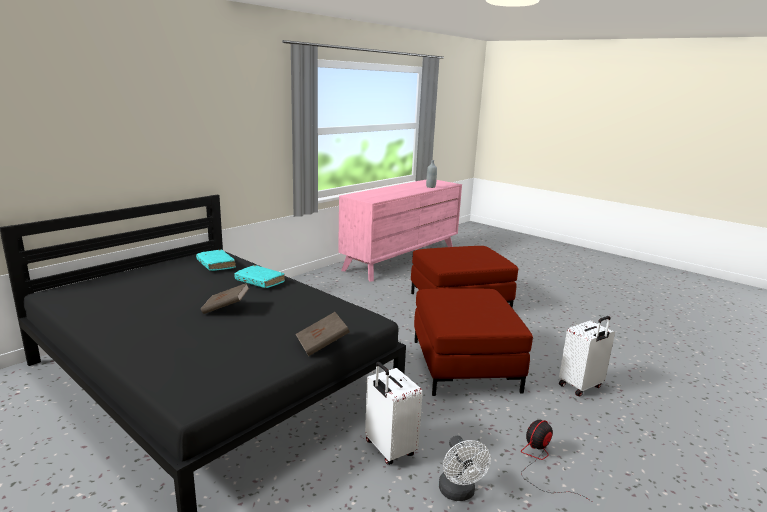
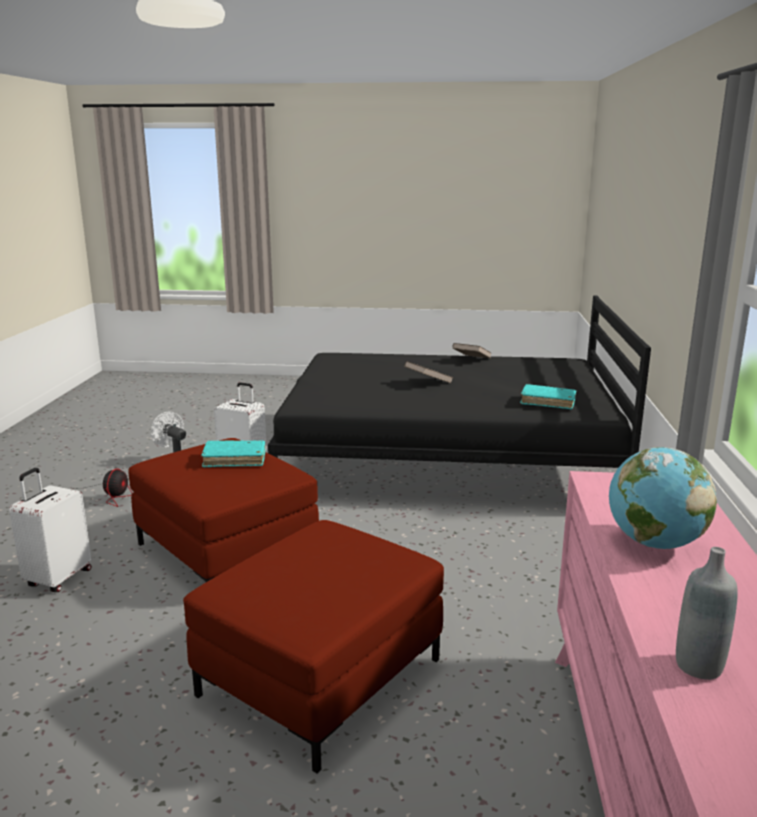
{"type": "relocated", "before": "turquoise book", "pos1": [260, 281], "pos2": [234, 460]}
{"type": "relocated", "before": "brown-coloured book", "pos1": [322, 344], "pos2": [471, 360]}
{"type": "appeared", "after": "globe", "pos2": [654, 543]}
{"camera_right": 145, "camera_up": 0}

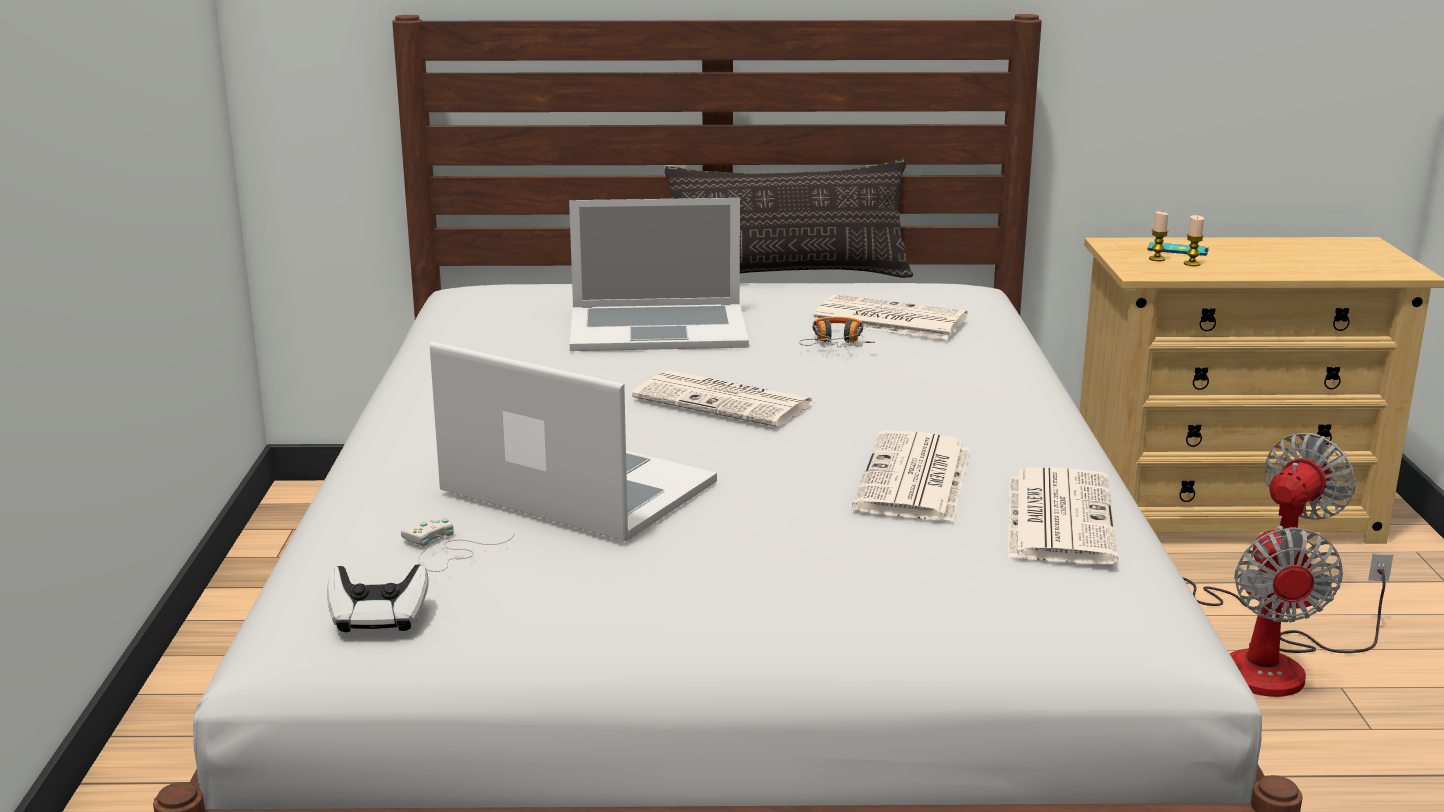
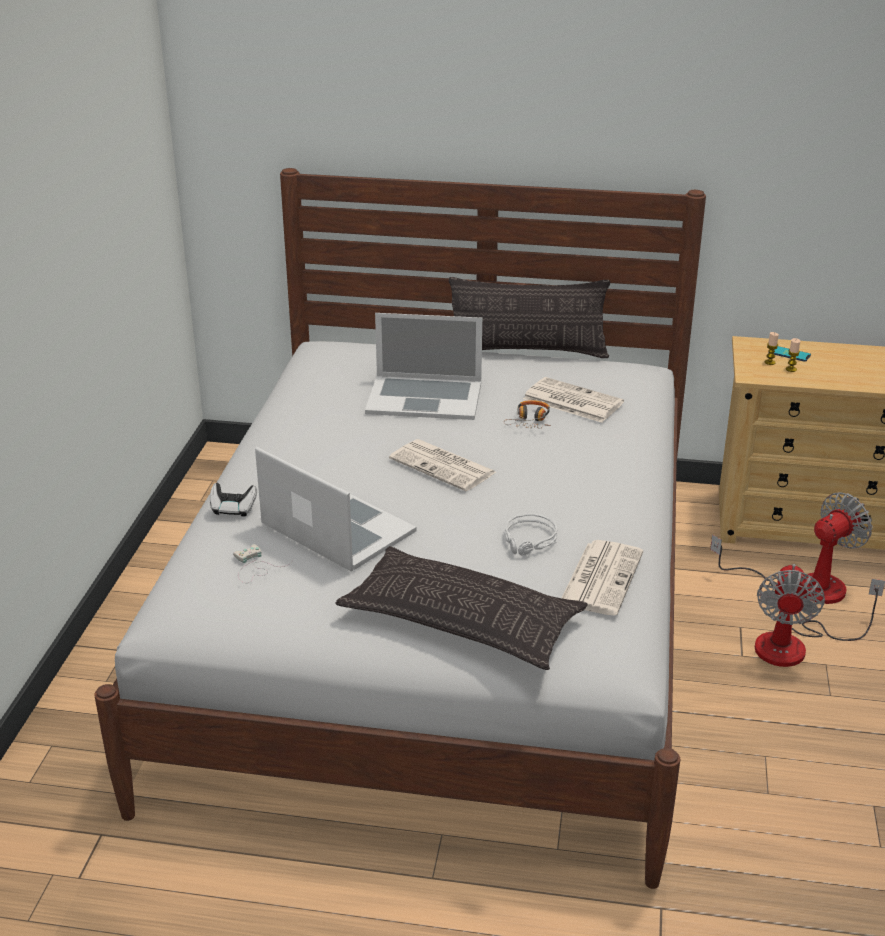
{"type": "relocated", "before": "gamepad", "pos1": [379, 619], "pos2": [233, 509]}
{"type": "exchanged", "before": "daily paper", "after": "greyish headset", "pos1": [915, 480], "pos2": [530, 541]}
{"type": "appeared", "after": "cushion", "pos2": [462, 620]}
{"camera_right": 10, "camera_up": 10}

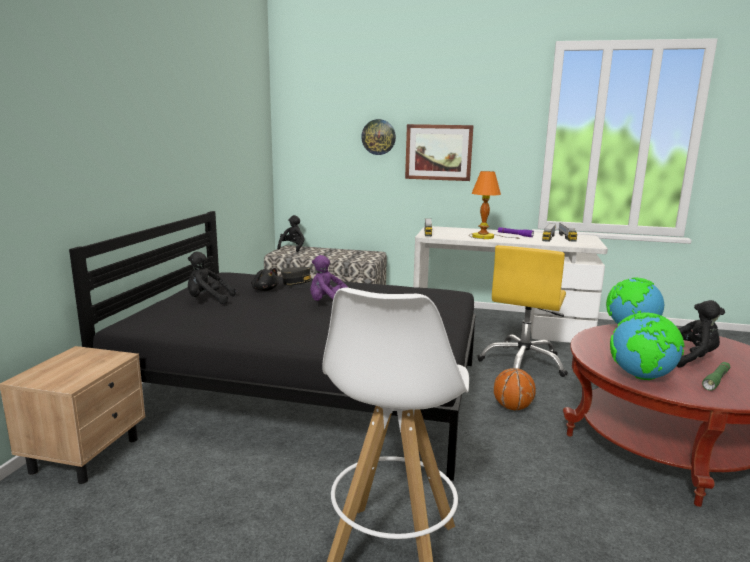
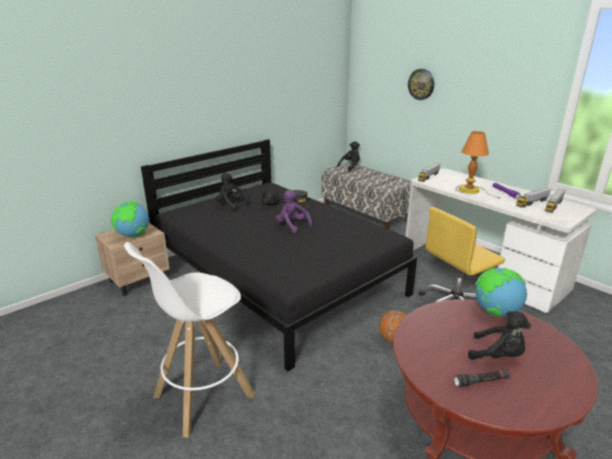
{"type": "missing", "before": "wall picture", "pos1": [438, 152]}
{"type": "relocated", "before": "globe", "pos1": [641, 377], "pos2": [133, 236]}
{"type": "colour", "before": "greenish hand torch", "after": "black hand torch", "pos1": [716, 380], "pos2": [481, 381]}
{"camera_right": 35, "camera_up": 10}

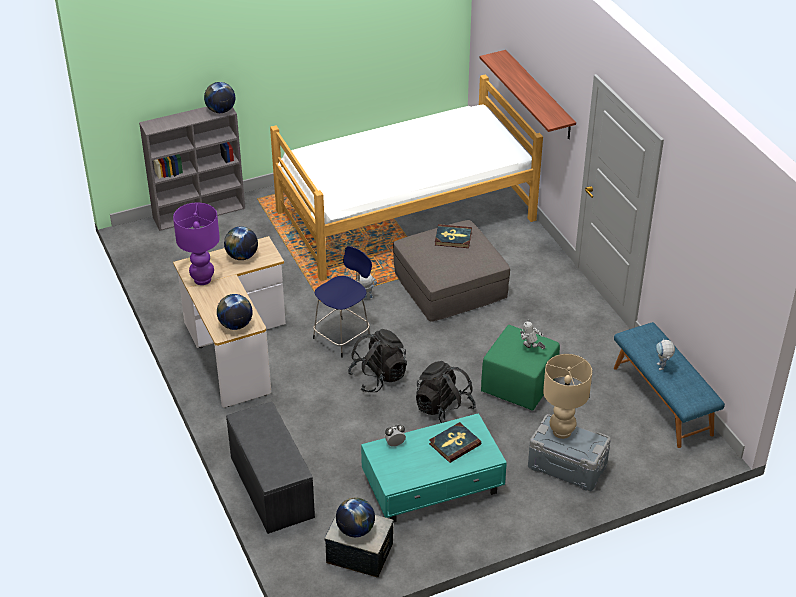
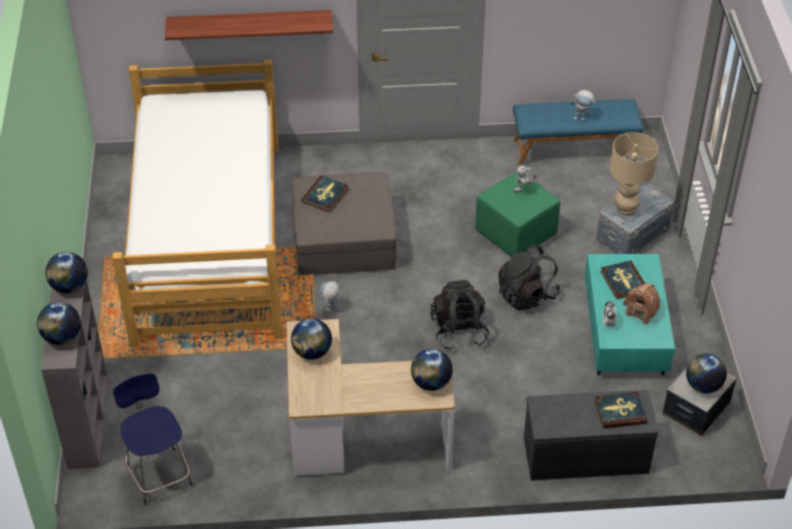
{"type": "missing", "before": "purplish lamp for a table", "pos1": [202, 279]}
{"type": "relocated", "before": "bluish stool", "pos1": [343, 336], "pos2": [159, 474]}
{"type": "appeared", "after": "globe", "pos2": [62, 337]}
{"type": "appeared", "after": "book", "pos2": [620, 411]}
{"type": "appeared", "after": "model house", "pos2": [641, 312]}
{"camera_right": -70, "camera_up": 5}

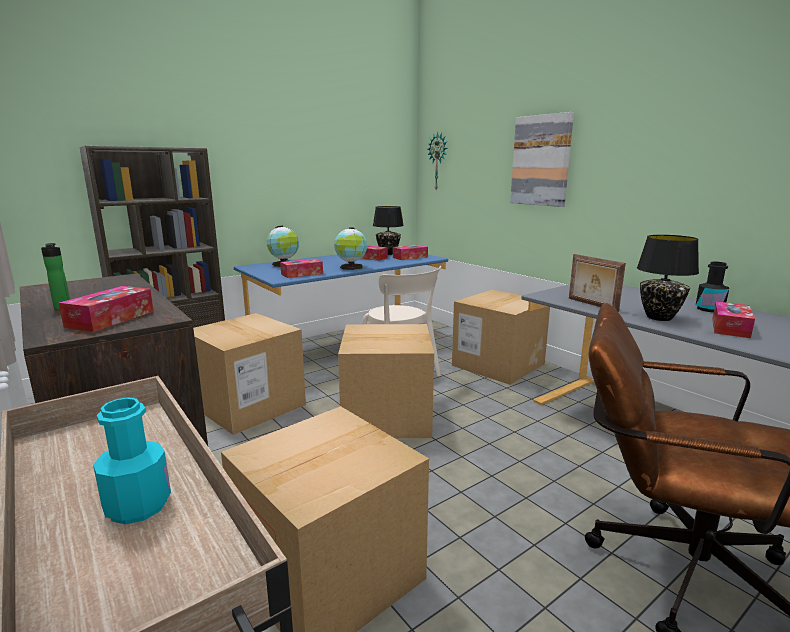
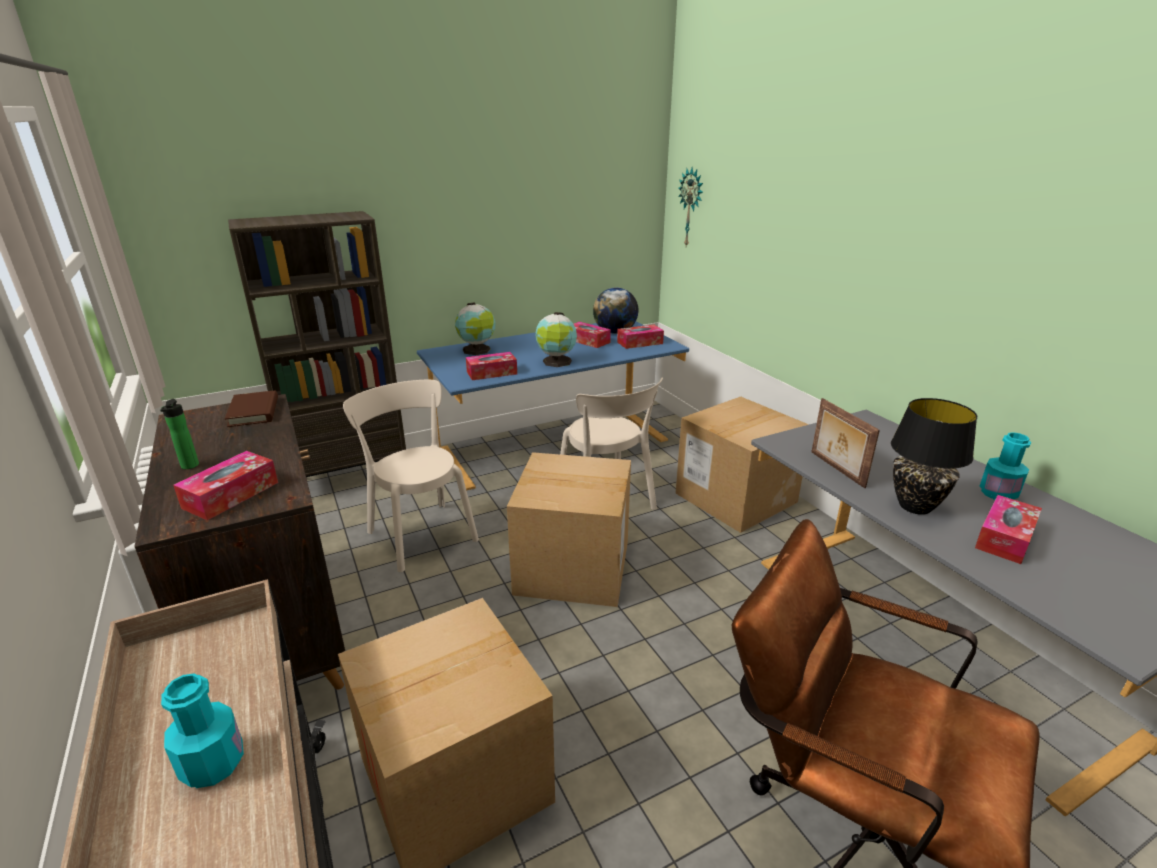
{"type": "exchanged", "before": "cardboard box", "after": "sand-coloured chair", "pos1": [249, 405], "pos2": [420, 533]}
{"type": "exchanged", "before": "black lamp for a table", "after": "globe", "pos1": [388, 253], "pos2": [615, 332]}
{"type": "missing", "before": "wall picture", "pos1": [541, 161]}
{"type": "colour", "before": "black drink bottle", "after": "turquoise drink bottle", "pos1": [709, 309], "pos2": [998, 493]}
{"type": "appeared", "after": "brown-coloured book", "pos2": [254, 412]}
{"camera_right": 10, "camera_up": 10}

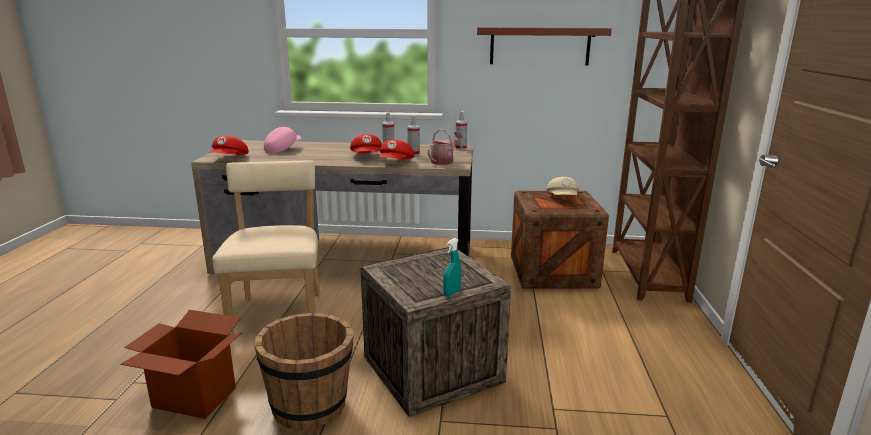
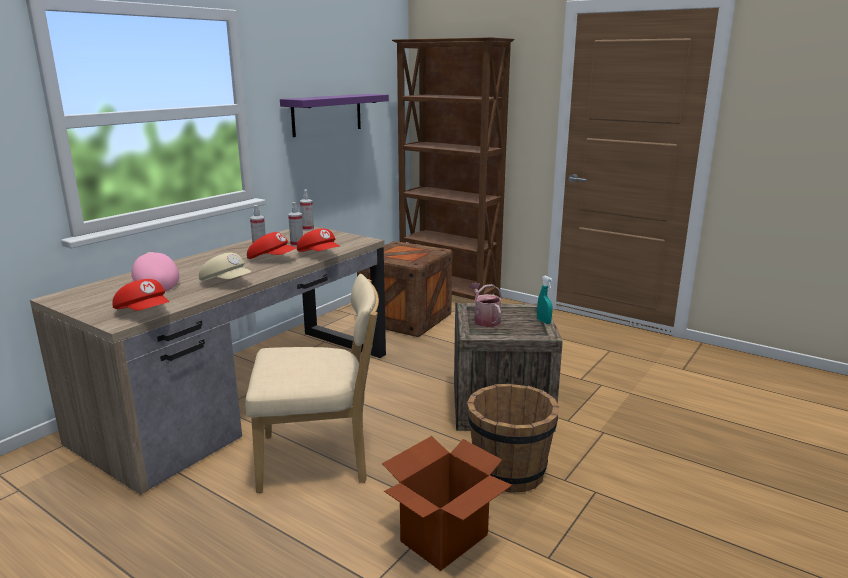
{"type": "spun", "before": "sand-coloured chair", "pos1": [279, 313], "pos2": [320, 459], "turn": 150}
{"type": "relocated", "before": "sprinkling can", "pos1": [444, 161], "pos2": [485, 320]}
{"type": "colour", "before": "brown-coloured wall shelf", "after": "purplish wall shelf", "pos1": [539, 46], "pos2": [327, 114]}
{"type": "relocated", "before": "sand-coloured peaked cap", "pos1": [562, 198], "pos2": [227, 282]}
{"camera_right": -60, "camera_up": 0}

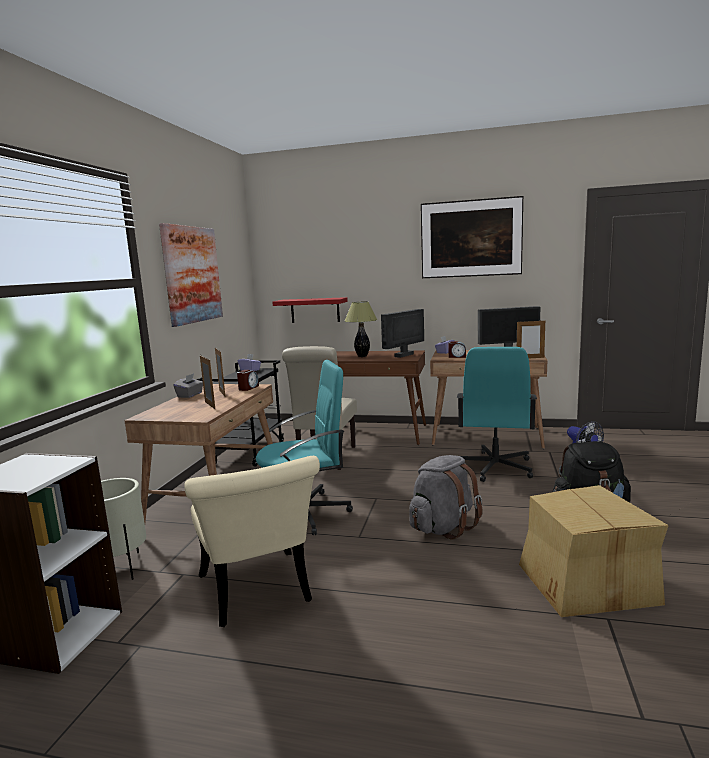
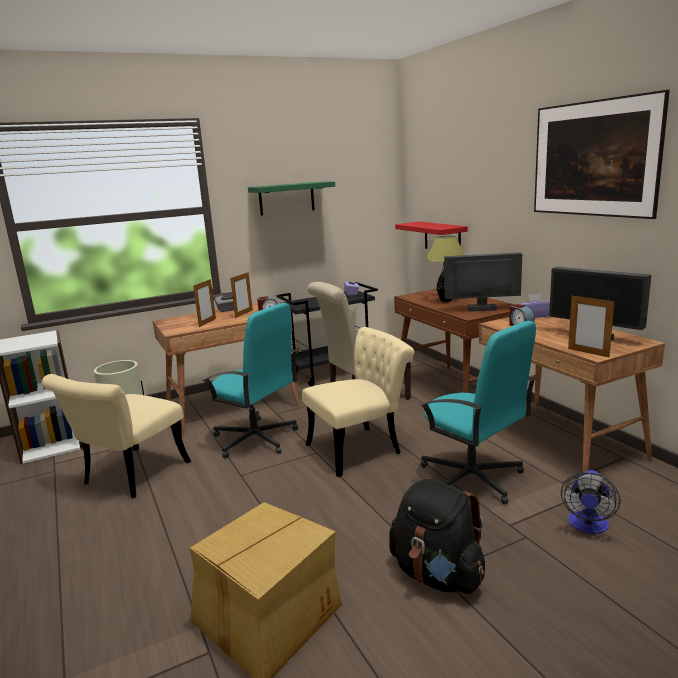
{"type": "exchanged", "before": "wall picture", "after": "greenish wall shelf", "pos1": [192, 274], "pos2": [286, 198]}
{"type": "missing", "before": "greyish backpack", "pos1": [443, 527]}
{"type": "spun", "before": "turquoise office chair", "pos1": [494, 467], "pos2": [472, 479], "turn": -105}
{"type": "appeared", "after": "sand-coloured chair", "pos2": [361, 448]}
{"camera_right": 50, "camera_up": 5}

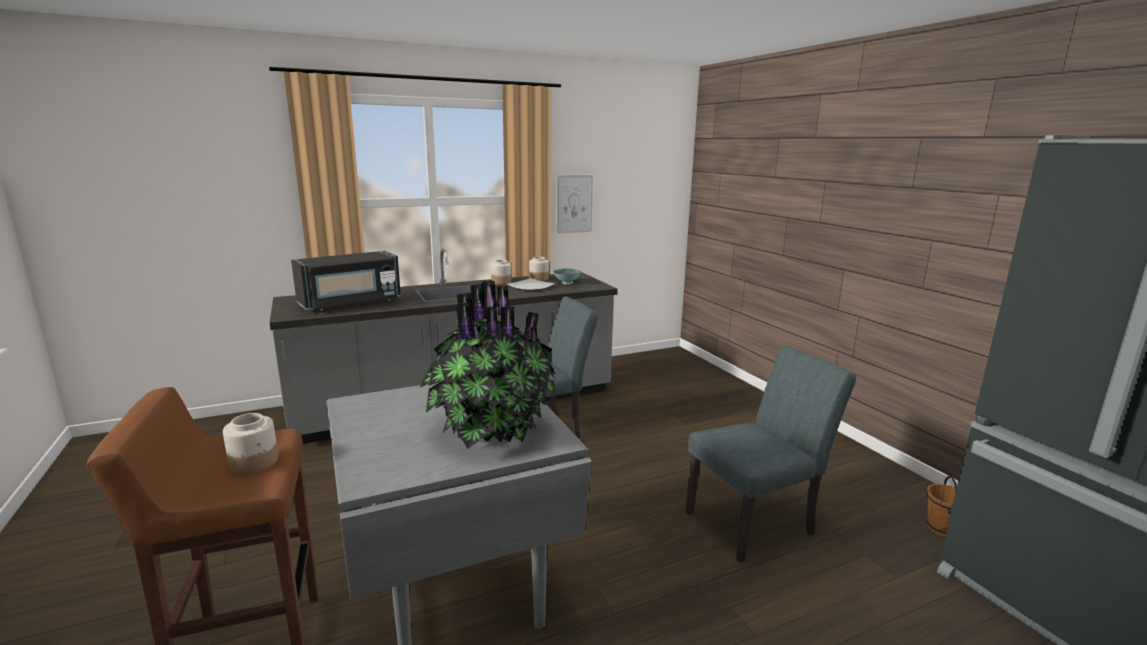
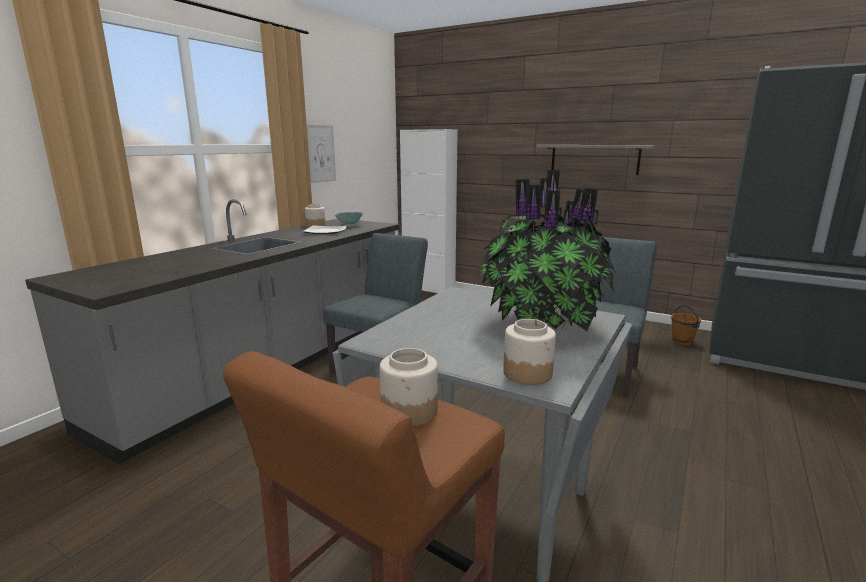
{"type": "missing", "before": "black kitchen microwave", "pos1": [351, 303]}
{"type": "relocated", "before": "storage jar", "pos1": [501, 282], "pos2": [527, 373]}
{"type": "appeared", "after": "white-coloured cabinet", "pos2": [428, 288]}
{"type": "appeared", "after": "greyish wall shelf", "pos2": [594, 159]}
{"camera_right": -35, "camera_up": 0}

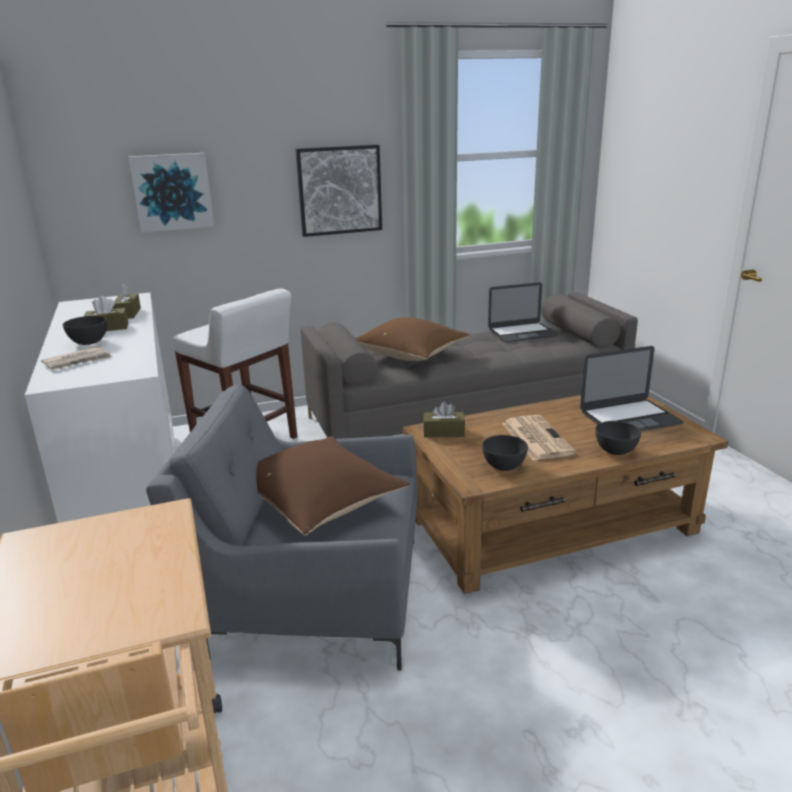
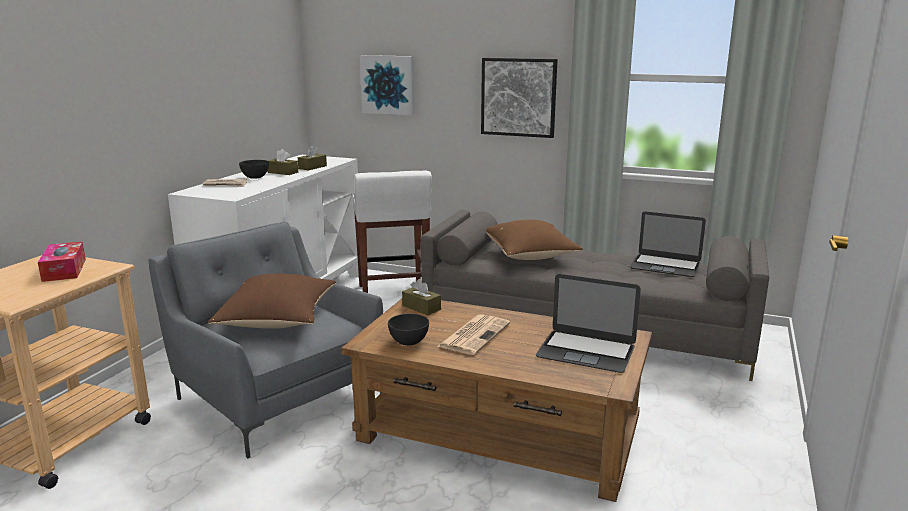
{"type": "missing", "before": "greyish serving bowl", "pos1": [615, 450]}
{"type": "appeared", "after": "tissue holder", "pos2": [64, 270]}
{"camera_right": 40, "camera_up": -5}

